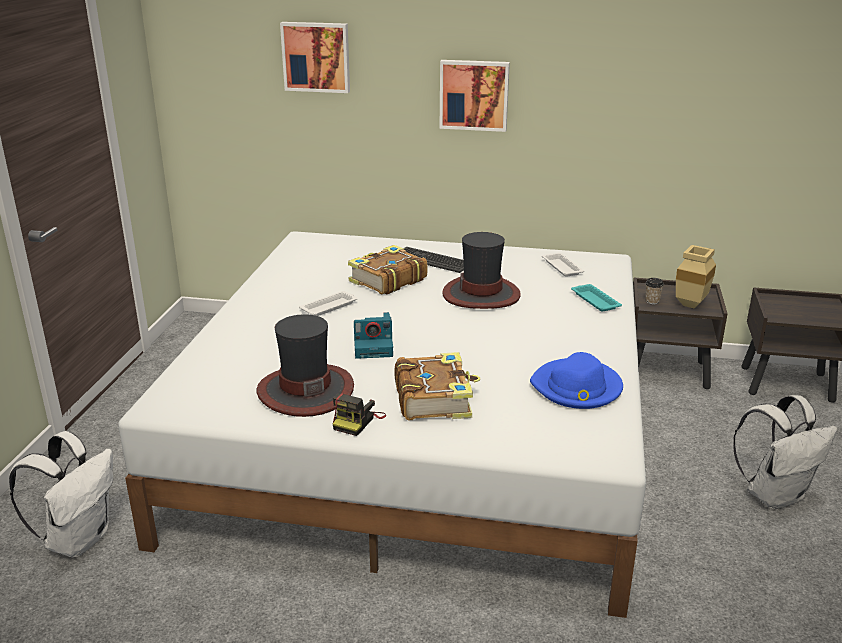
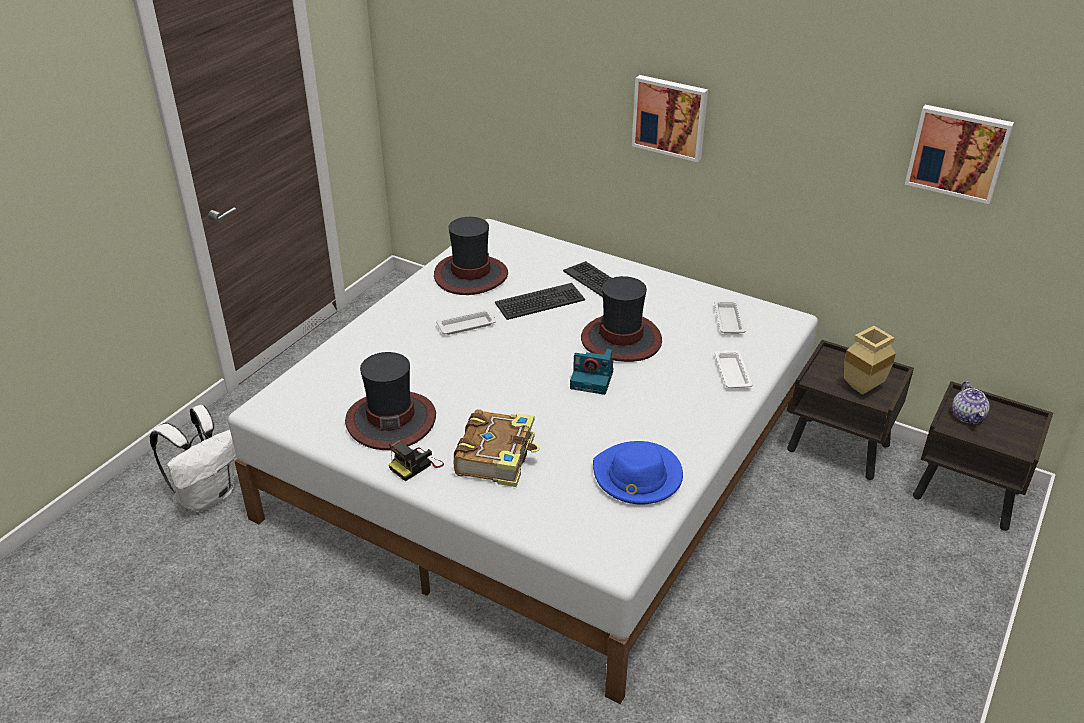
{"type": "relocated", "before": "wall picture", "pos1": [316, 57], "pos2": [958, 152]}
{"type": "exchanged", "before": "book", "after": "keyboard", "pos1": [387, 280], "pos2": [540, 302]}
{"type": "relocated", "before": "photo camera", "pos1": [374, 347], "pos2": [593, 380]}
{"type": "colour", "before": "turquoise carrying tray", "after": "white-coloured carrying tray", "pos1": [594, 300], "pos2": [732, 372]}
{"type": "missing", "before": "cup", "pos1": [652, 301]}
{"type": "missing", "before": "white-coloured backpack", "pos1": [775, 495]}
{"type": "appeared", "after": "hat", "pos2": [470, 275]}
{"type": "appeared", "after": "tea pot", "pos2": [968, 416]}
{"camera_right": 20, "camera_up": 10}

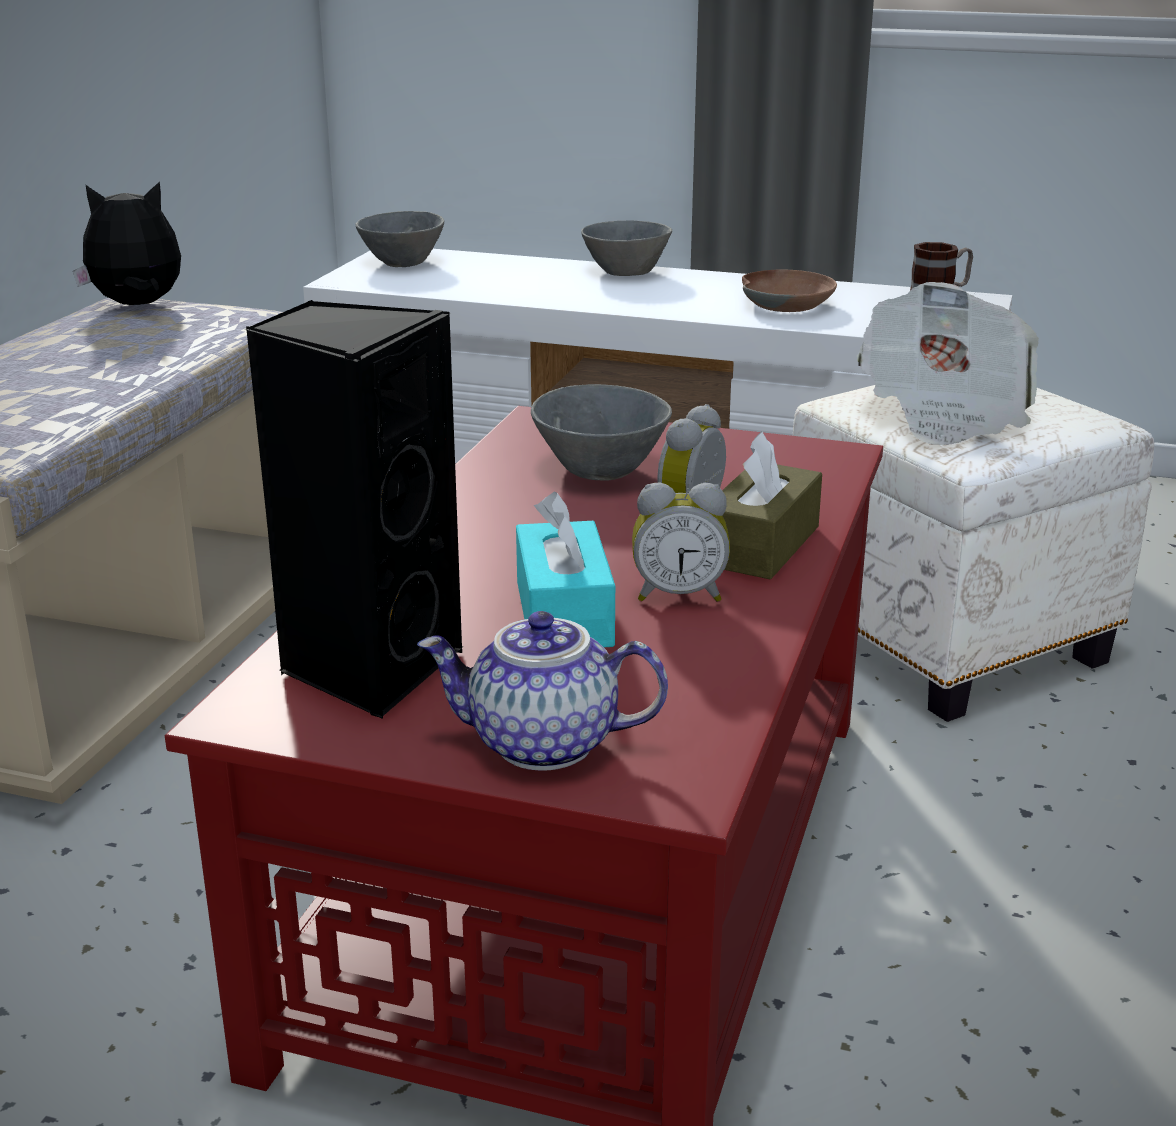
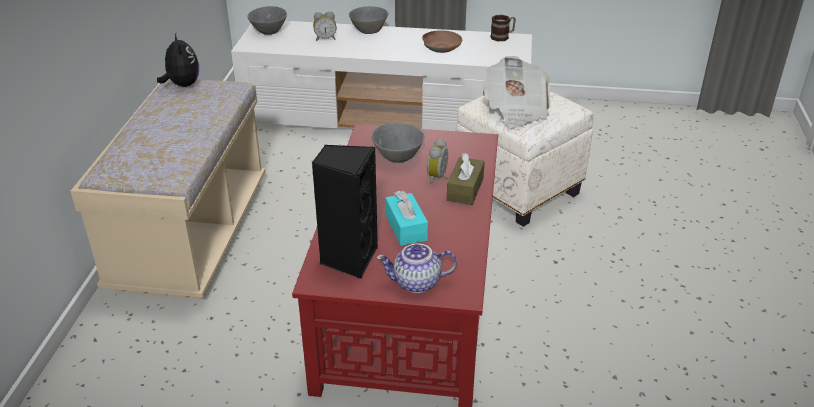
{"type": "spun", "before": "soft toy", "pos1": [137, 306], "pos2": [182, 85], "turn": 90}
{"type": "relocated", "before": "alarm clock", "pos1": [678, 594], "pos2": [325, 39]}
{"camera_right": -10, "camera_up": 10}

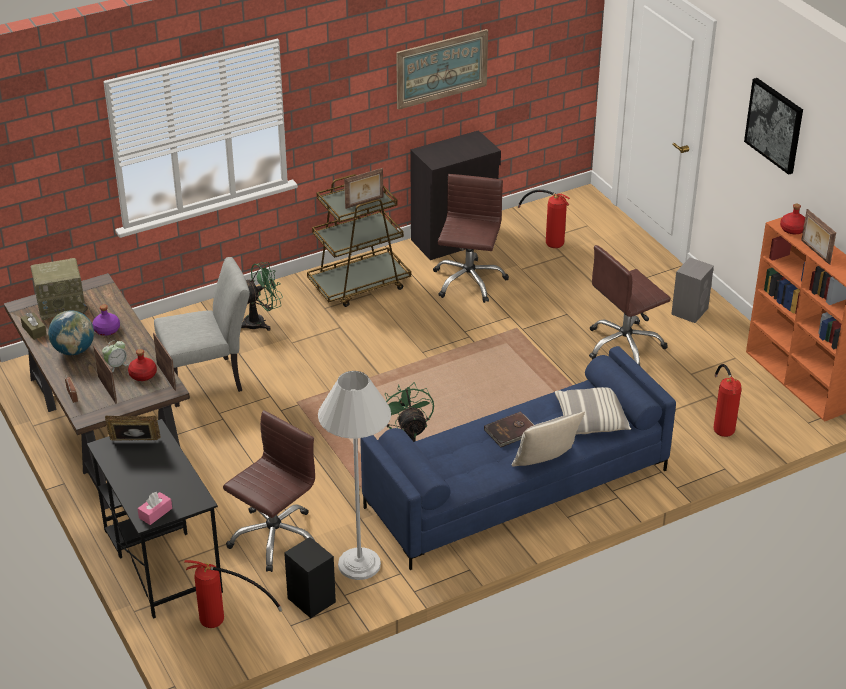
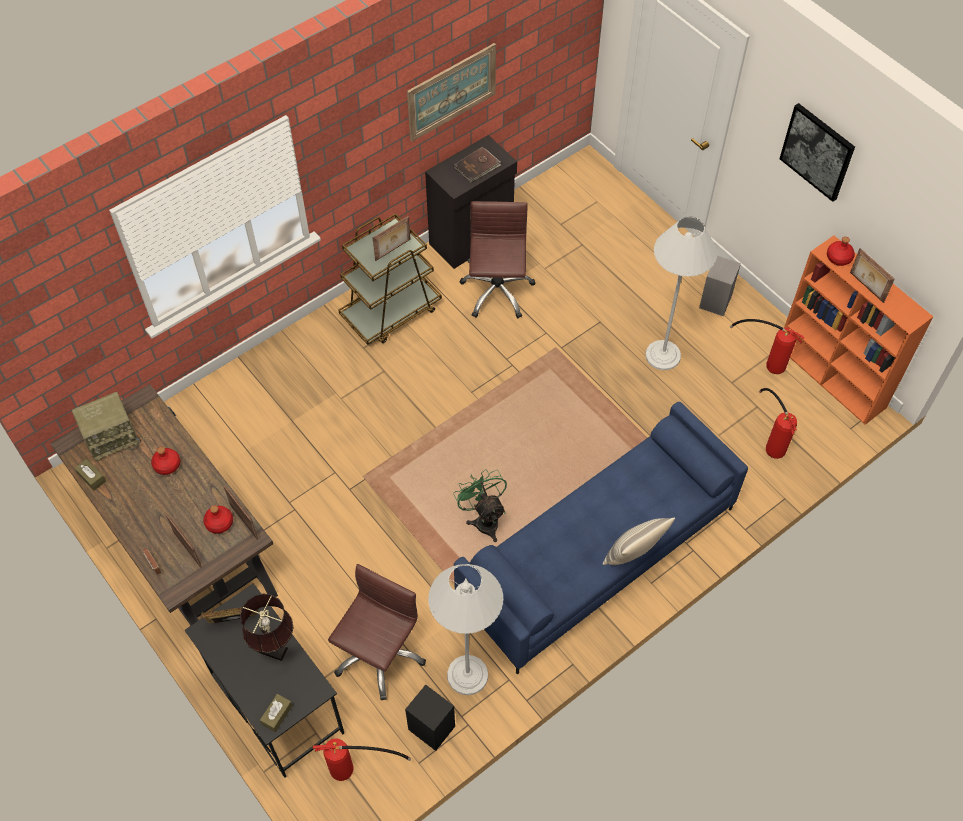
{"type": "missing", "before": "globe", "pos1": [74, 350]}
{"type": "colour", "before": "purplish drink bottle", "after": "red drink bottle", "pos1": [106, 330], "pos2": [167, 465]}
{"type": "missing", "before": "alarm clock", "pos1": [116, 366]}
{"type": "colour", "before": "pinkish tissue holder", "after": "brown-coloured tissue holder", "pos1": [155, 513], "pos2": [277, 715]}
{"type": "missing", "before": "greyish chair", "pos1": [209, 380]}
{"type": "missing", "before": "greenish electric fan", "pos1": [260, 322]}
{"type": "relocated", "before": "brown-coloured book", "pos1": [511, 431], "pos2": [477, 166]}
{"type": "relocated", "before": "extinguisher", "pos1": [547, 239], "pos2": [765, 360]}
{"type": "missing", "before": "cushion", "pos1": [592, 420]}
{"type": "exchanged", "before": "brown-coloured office chair", "after": "white-coloured standard lamp", "pos1": [624, 346], "pos2": [662, 355]}
{"type": "appeared", "after": "brown-coloured lamp for a table", "pos2": [276, 651]}
{"camera_right": -10, "camera_up": 20}

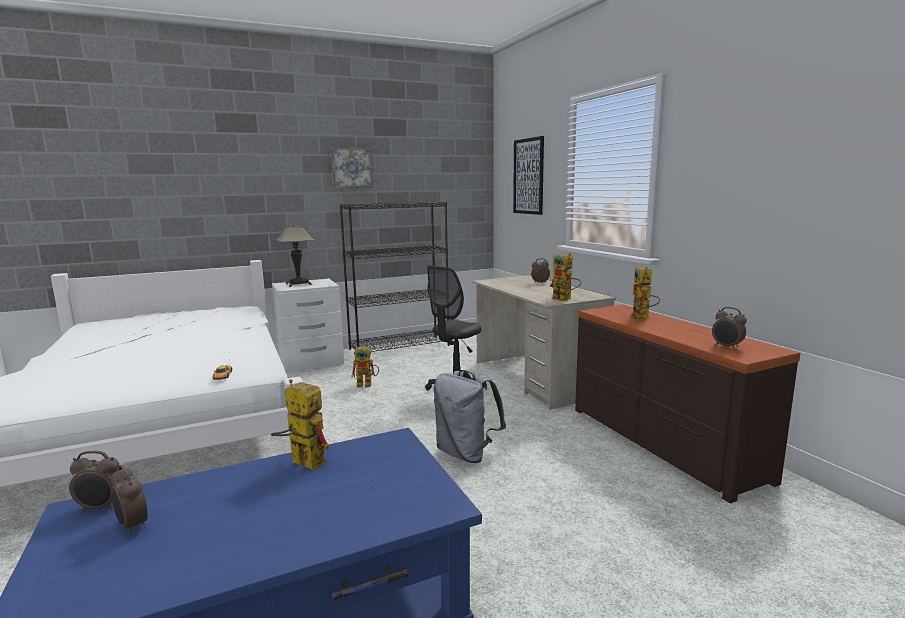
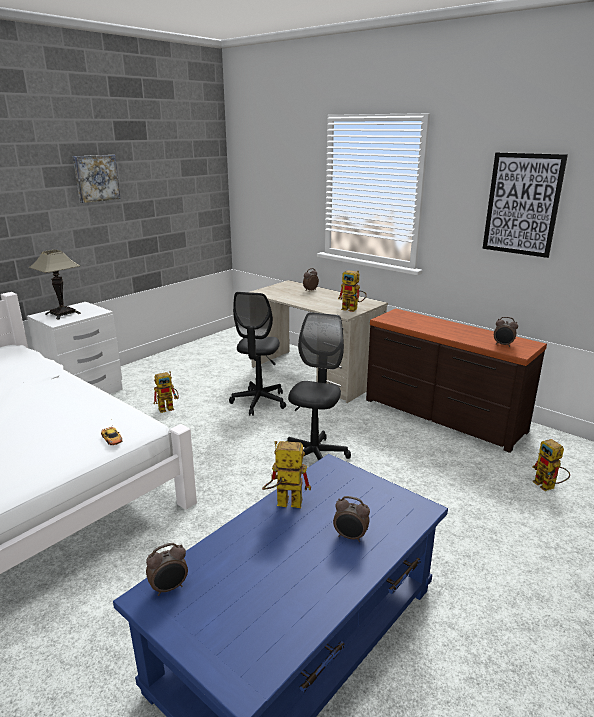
{"type": "relocated", "before": "alarm clock", "pos1": [132, 526], "pos2": [350, 537]}
{"type": "missing", "before": "black bookshelf", "pos1": [400, 347]}
{"type": "exchanged", "before": "greyish backpack", "after": "black office chair", "pos1": [466, 453], "pos2": [314, 456]}
{"type": "relocated", "before": "wall picture", "pos1": [528, 176], "pos2": [522, 204]}
{"type": "relocated", "before": "robot figure", "pos1": [643, 318], "pos2": [548, 487]}
{"camera_right": -25, "camera_up": 10}

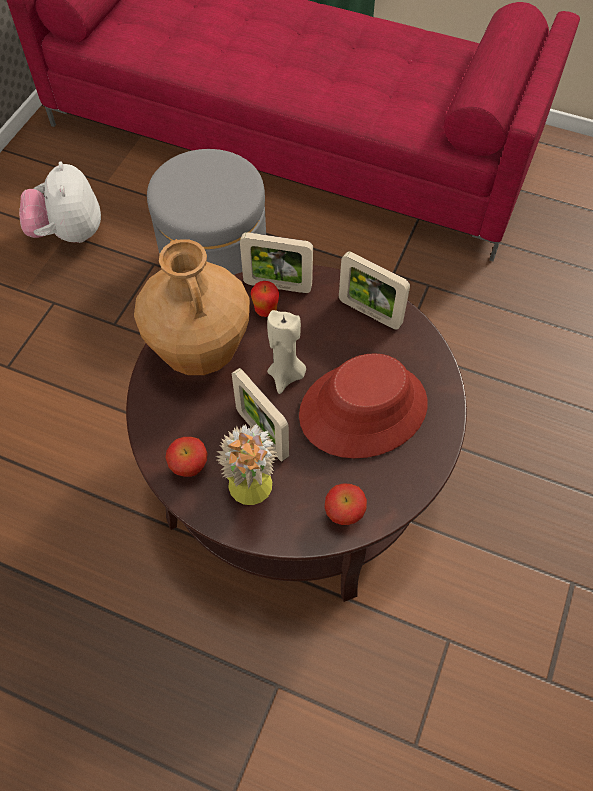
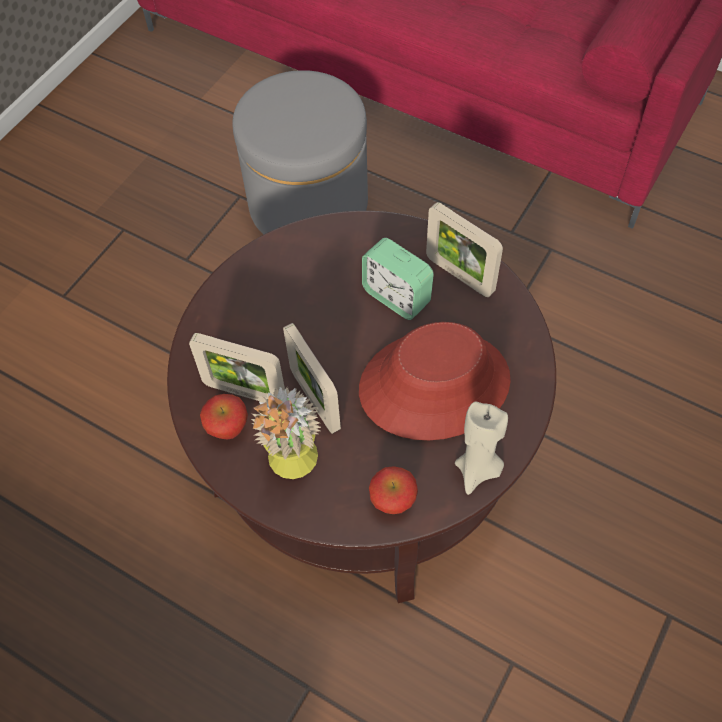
{"type": "missing", "before": "soft toy", "pos1": [69, 233]}
{"type": "missing", "before": "brown-coloured decorative vase", "pos1": [201, 353]}
{"type": "relocated", "before": "picture frame", "pos1": [277, 286], "pos2": [245, 392]}
{"type": "missing", "before": "apple", "pos1": [265, 310]}
{"type": "relocated", "before": "sand-coloured candle", "pos1": [286, 375], "pos2": [478, 470]}
{"type": "appeared", "after": "alarm clock", "pos2": [396, 296]}
{"camera_right": 10, "camera_up": 0}

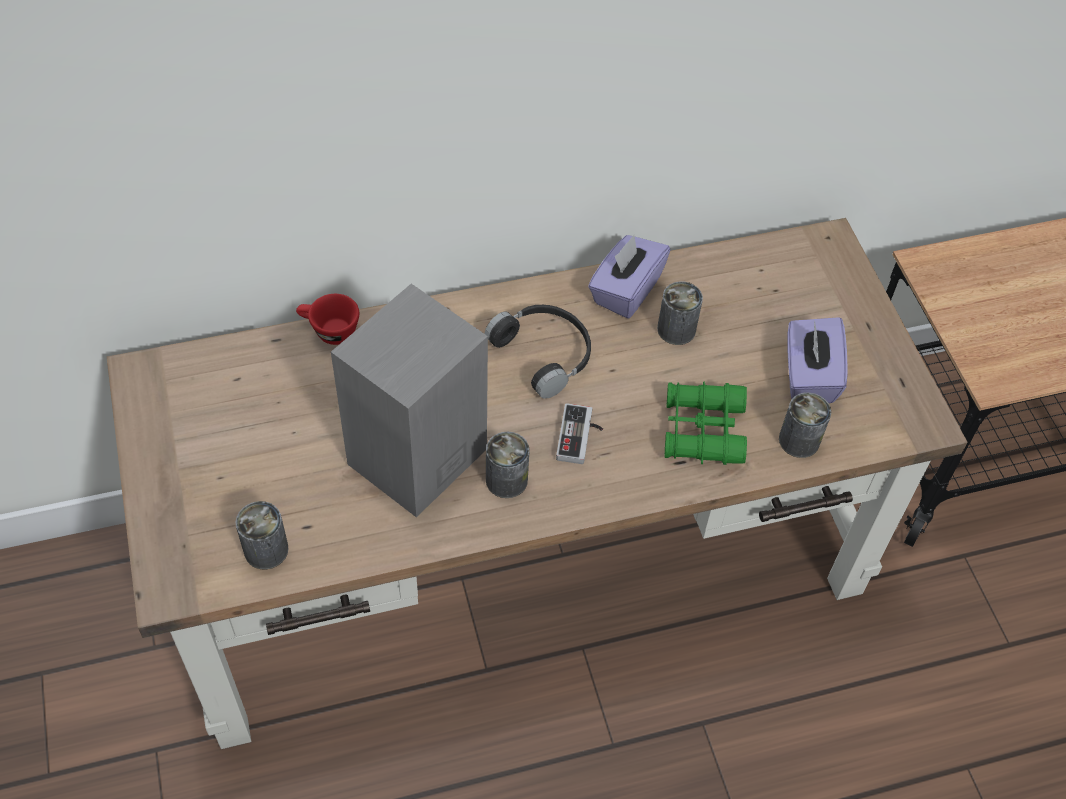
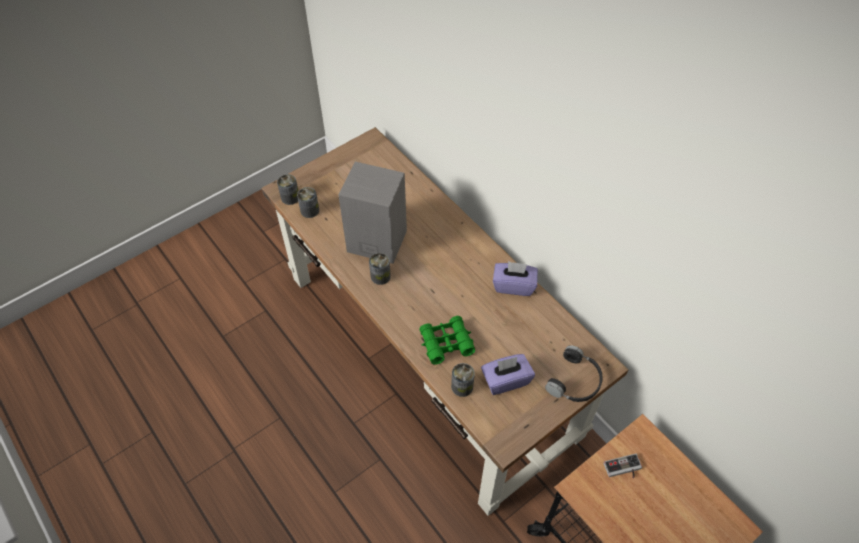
{"type": "missing", "before": "red cup", "pos1": [329, 331]}
{"type": "relocated", "before": "black headset", "pos1": [545, 353], "pos2": [576, 381]}
{"type": "relocated", "before": "gamepad", "pos1": [580, 437], "pos2": [623, 469]}
{"type": "relocated", "before": "can", "pos1": [676, 329], "pos2": [290, 197]}
{"camera_right": 70, "camera_up": 0}

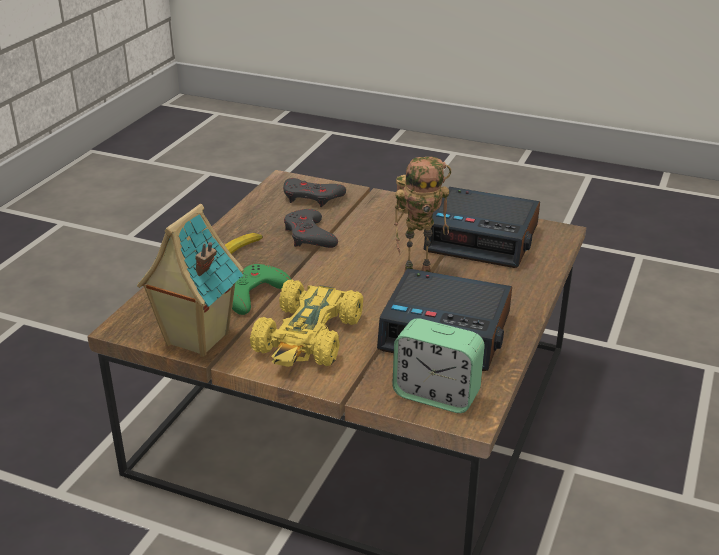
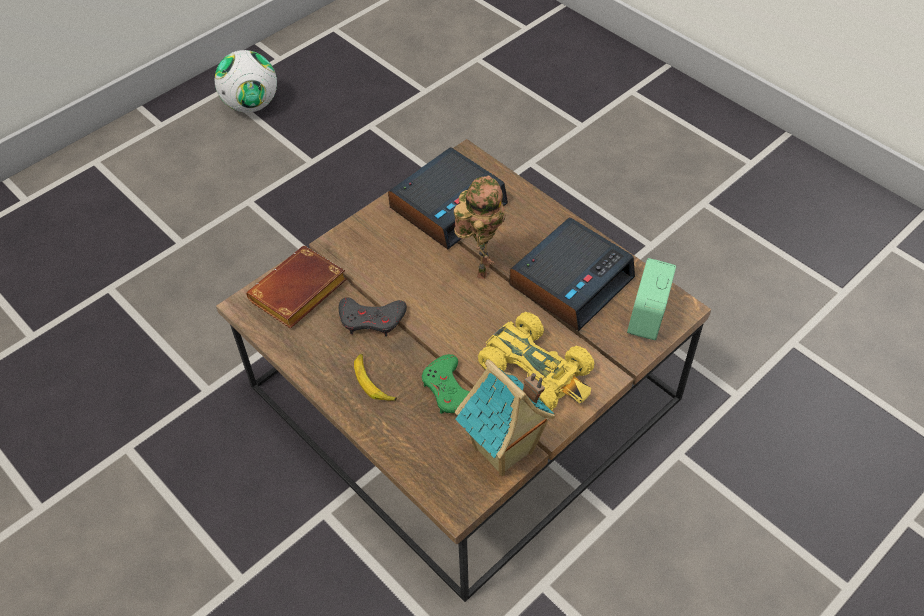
{"type": "exchanged", "before": "greyish gamepad", "after": "brown-coloured book", "pos1": [312, 197], "pos2": [298, 294]}
{"type": "spun", "before": "alarm clock", "pos1": [436, 395], "pos2": [647, 317], "turn": 150}
{"type": "appeared", "after": "football", "pos2": [251, 105]}
{"camera_right": -65, "camera_up": 20}

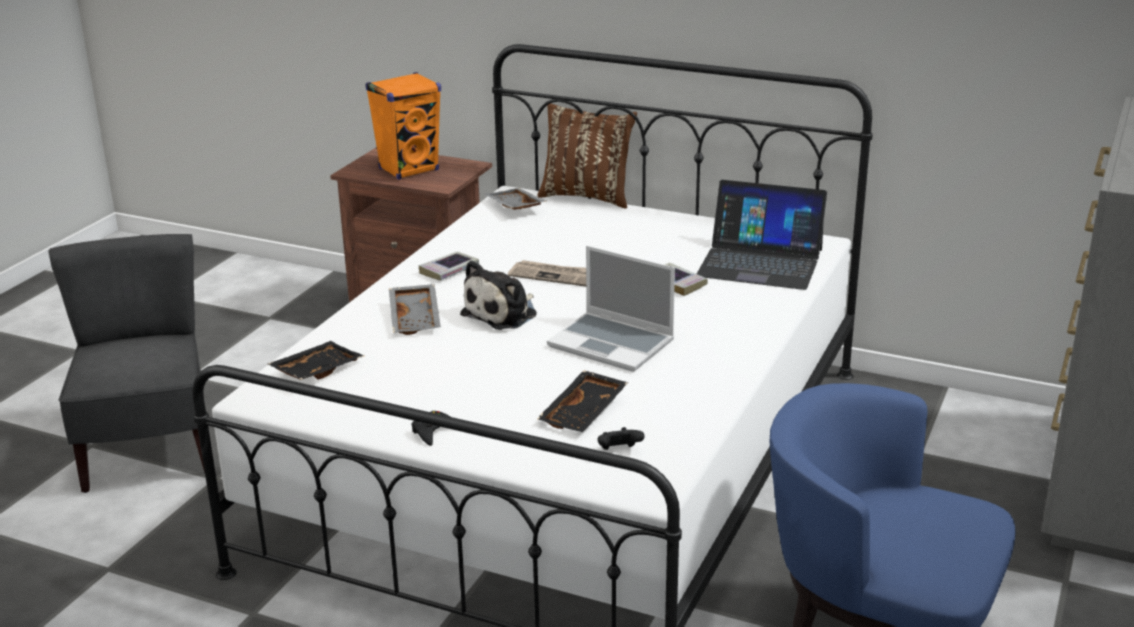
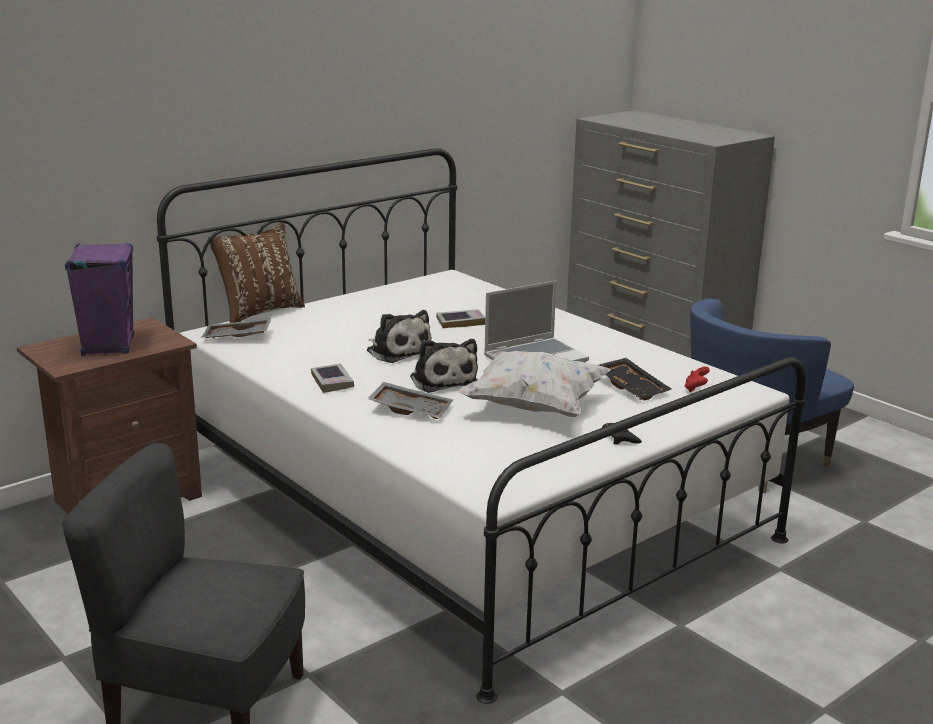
{"type": "missing", "before": "black carrying tray", "pos1": [316, 370]}
{"type": "colour", "before": "orange speaker", "after": "purplish speaker", "pos1": [409, 169], "pos2": [108, 346]}
{"type": "exchanged", "before": "daily paper", "after": "soft toy", "pos1": [557, 276], "pos2": [397, 351]}
{"type": "colour", "before": "black gamepad", "after": "red gamepad", "pos1": [619, 451], "pos2": [695, 389]}
{"type": "missing", "before": "portable computer", "pos1": [760, 262]}
{"type": "appeared", "after": "white-coloured cushion", "pos2": [533, 407]}
{"camera_right": -65, "camera_up": -5}

